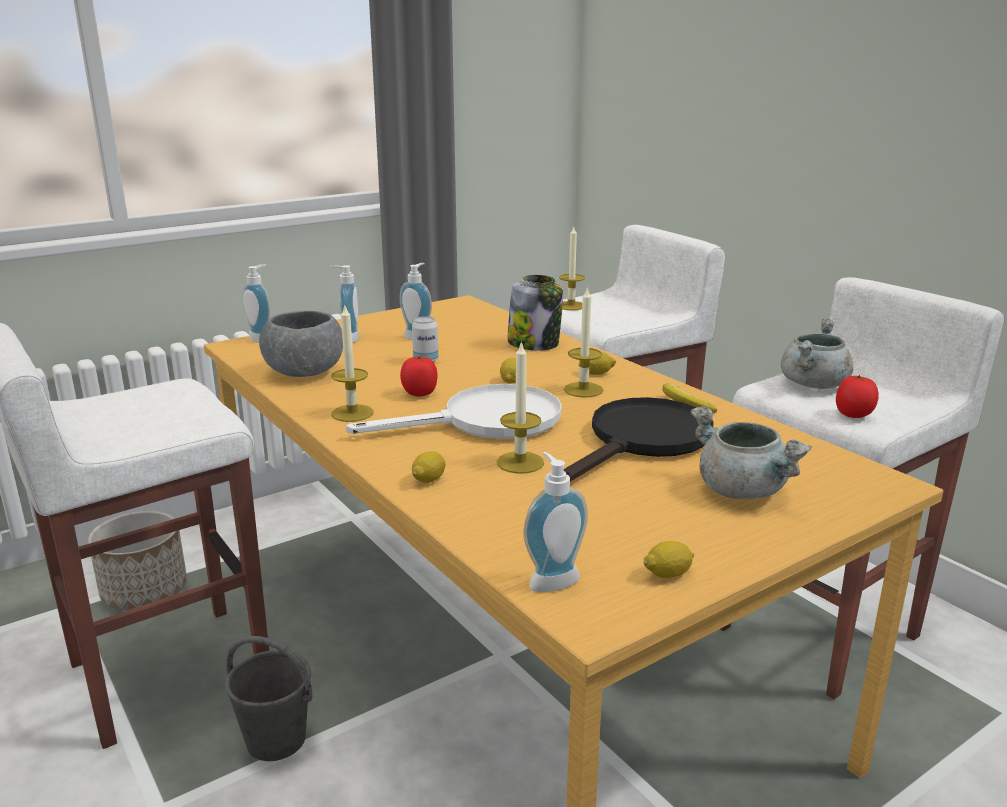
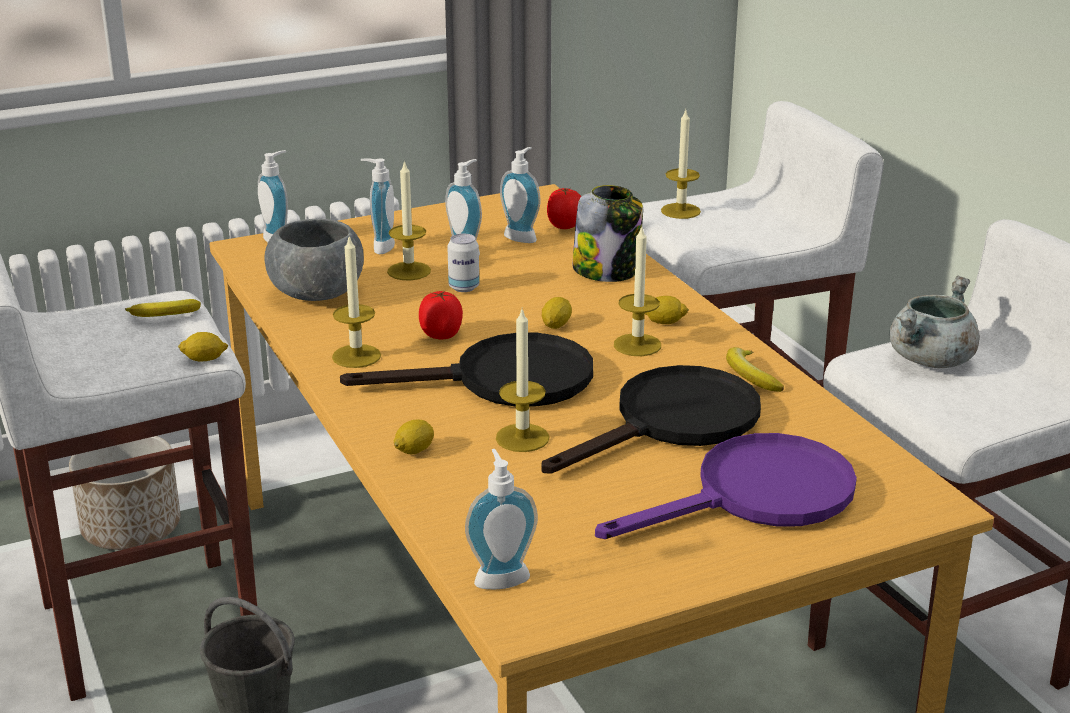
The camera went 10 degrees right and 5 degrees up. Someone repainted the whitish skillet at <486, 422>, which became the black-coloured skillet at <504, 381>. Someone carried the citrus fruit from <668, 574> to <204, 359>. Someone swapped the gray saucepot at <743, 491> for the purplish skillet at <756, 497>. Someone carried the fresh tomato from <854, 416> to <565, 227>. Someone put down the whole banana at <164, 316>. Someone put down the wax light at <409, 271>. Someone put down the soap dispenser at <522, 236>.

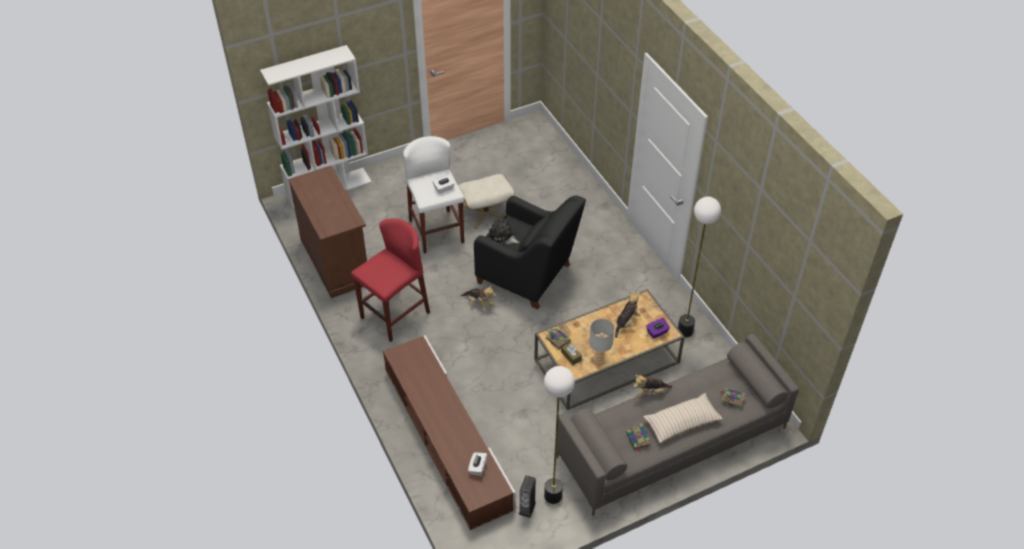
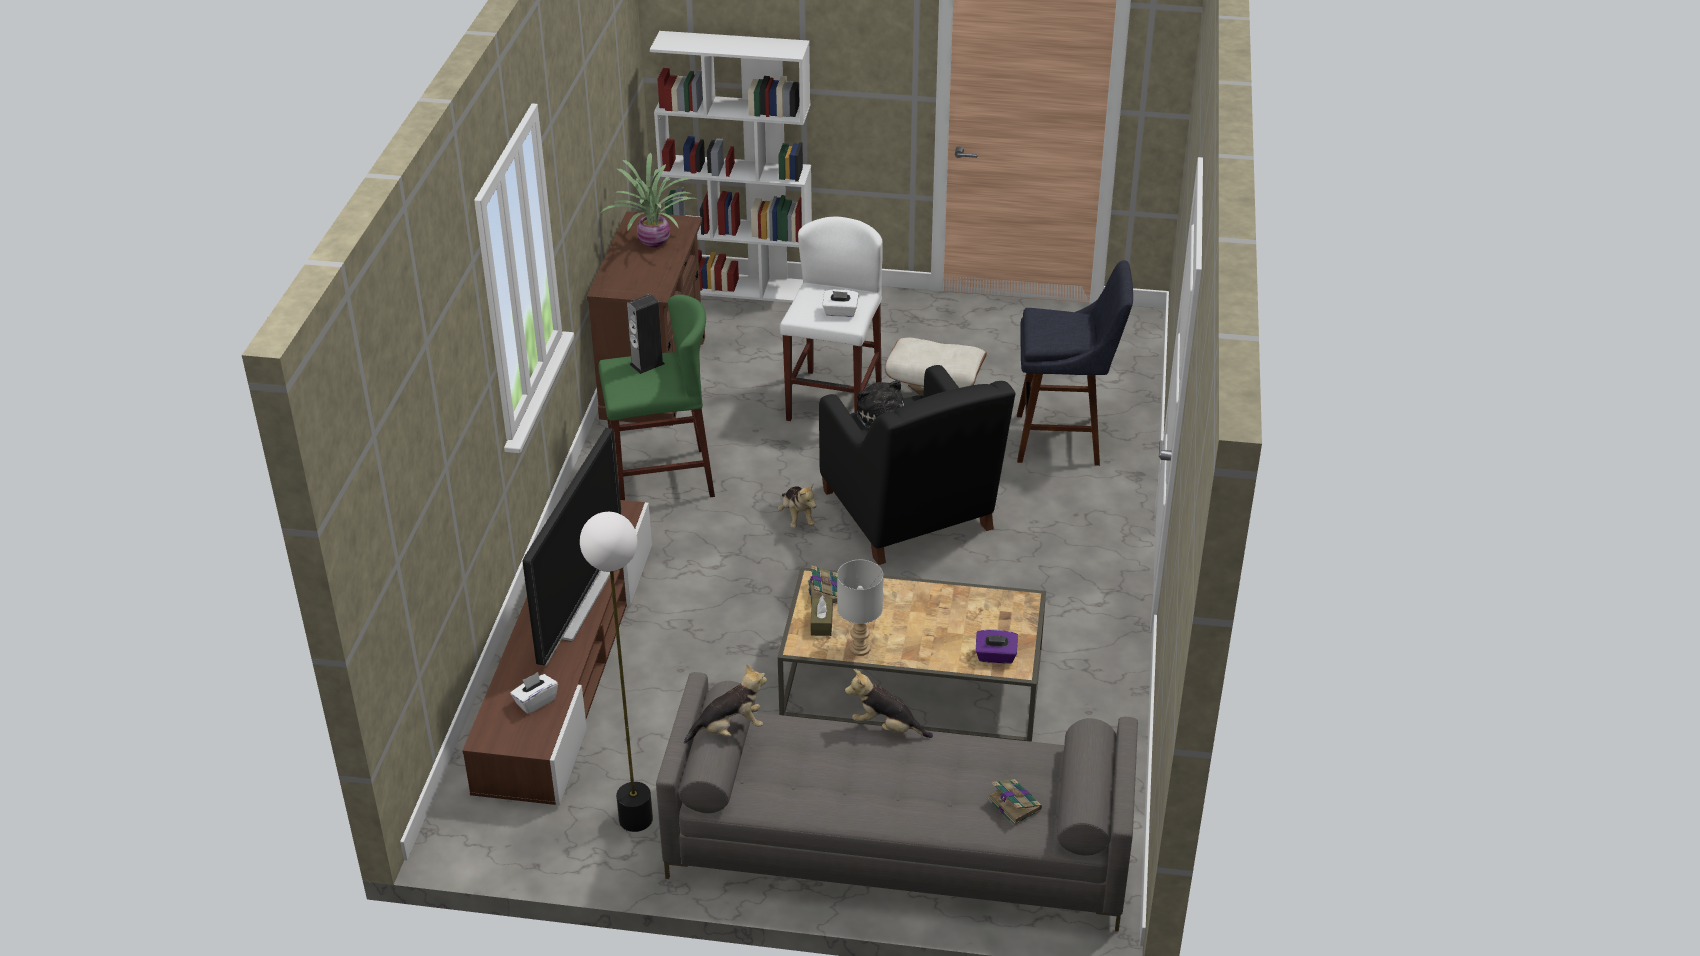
The camera went 35 degrees right and 10 degrees down. Someone repainted the red stool seat at <395, 315>, which became the green-coloured stool seat at <662, 478>. Someone carried the audio speaker from <527, 508> to <647, 364>. Someone carried the soft toy from <626, 323> to <730, 729>. Someone took away the volume at <638, 440>. Someone took away the beige-coloured pillow at <681, 422>. Someone took away the floor lamp at <685, 331>. Someone put down the TV at <576, 603>. Someone put down the plant in a pot at <654, 241>. Someone put down the blue stool seat at <1065, 439>.

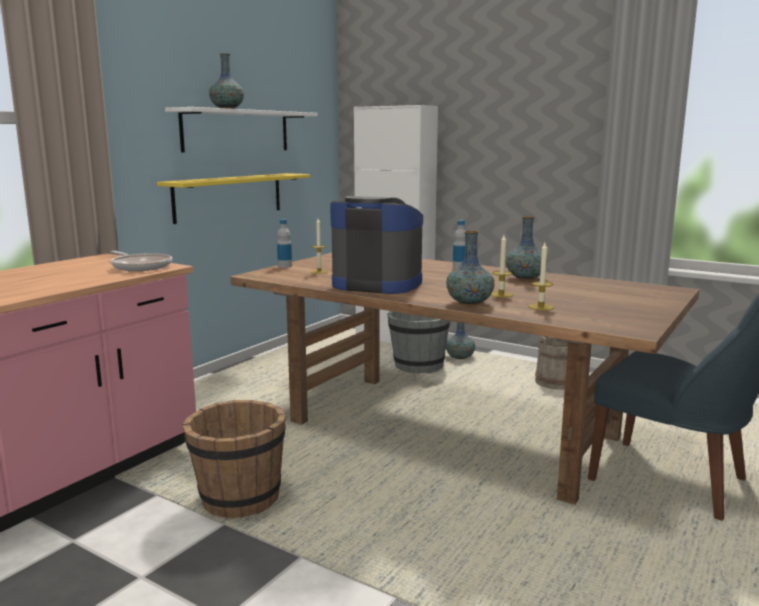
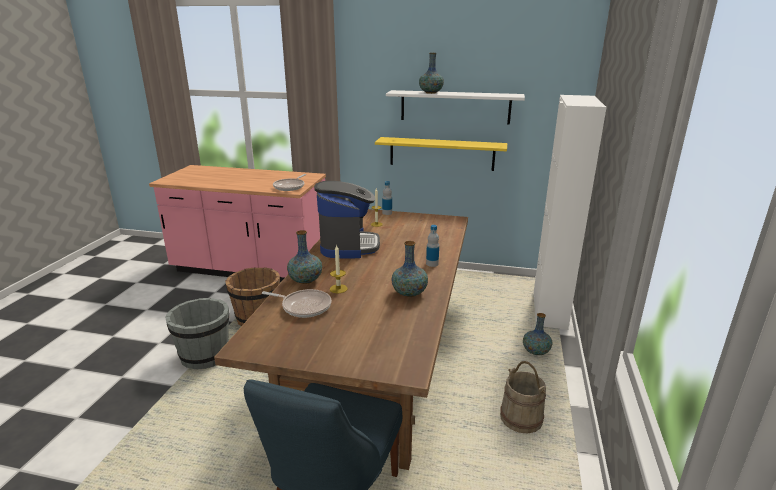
The camera went 70 degrees right and 10 degrees up. Someone carried the gray bucket from <418, 366> to <205, 355>. Someone swapped the wax light at <540, 307> for the skillet at <304, 306>.

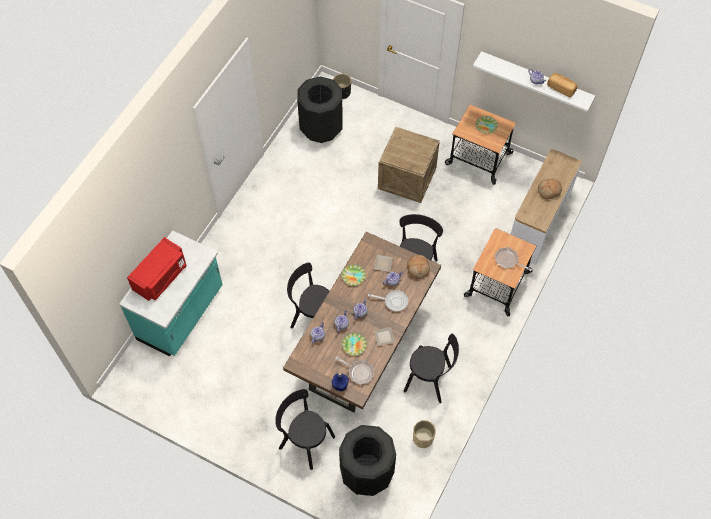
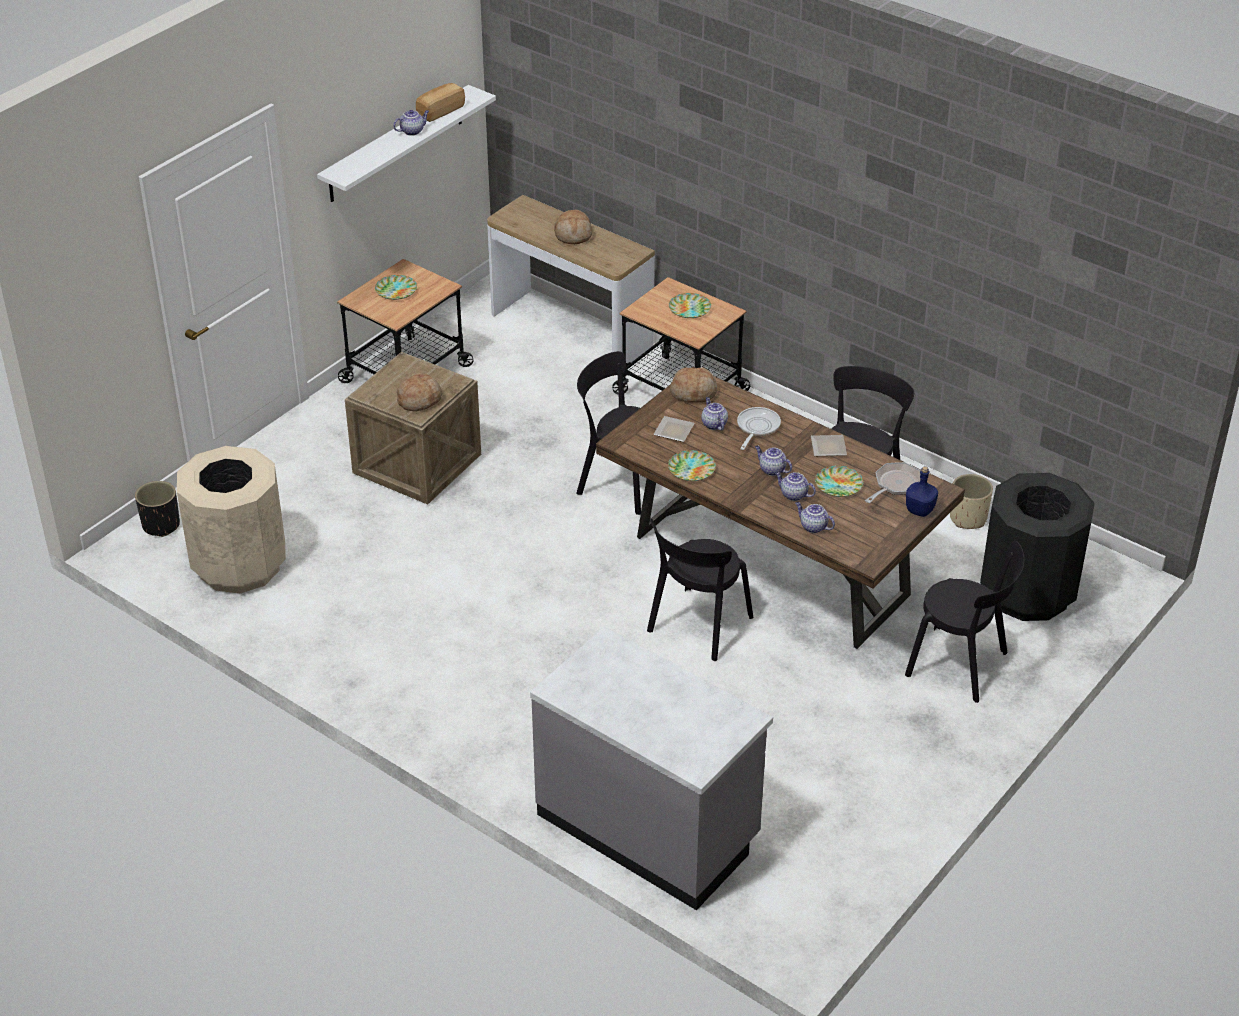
The camera went 80 degrees left and 20 degrees down. Someone repainted the turquoise kitchen base unit at <181, 314>, which became the gray kitchen base unit at <649, 827>. Someone took away the red microwave oven at <161, 277>. Someone rotated the black-coloured chair at <304, 440> by 105 degrees counterclockwise. Someone repainted the black-coloured trash can at <321, 127>, which became the beige-coloured trash can at <239, 565>. Someone swapped the skillet at <508, 260> for the dinner plate at <690, 308>. Someone put down the baked bread at <419, 399>.

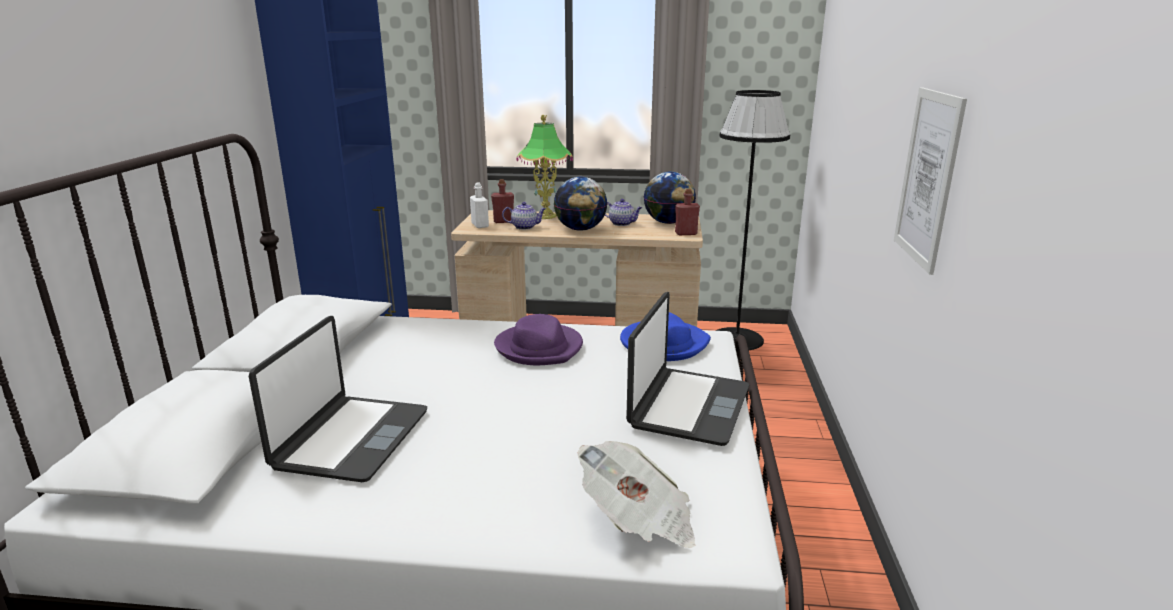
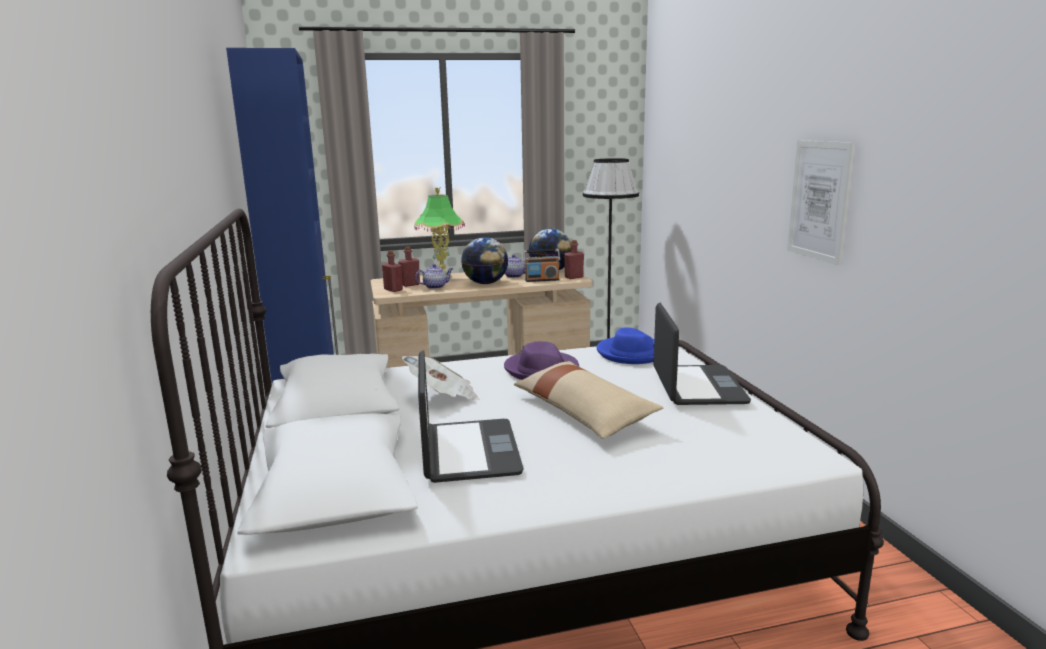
The camera went 20 degrees left and 5 degrees down. Someone repainted the whitish bottle at <480, 225>, which became the red bottle at <393, 290>. Someone carried the newspaper from <638, 520> to <443, 396>. Someone put down the beige-coloured pillow at <583, 412>. Someone put down the radio at <542, 280>.

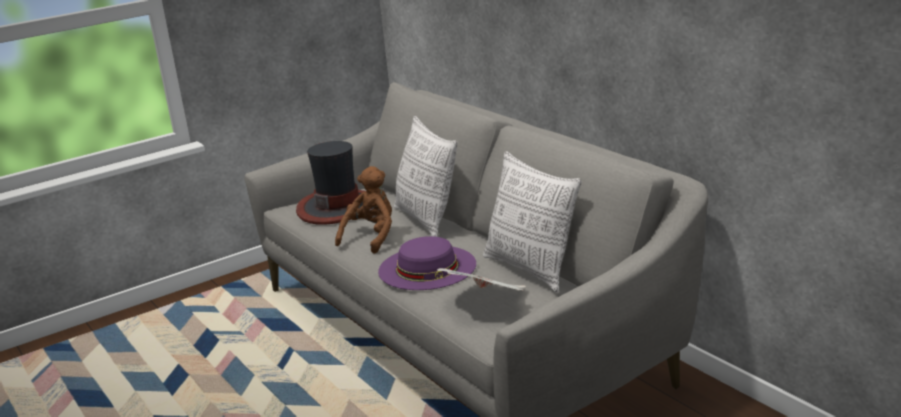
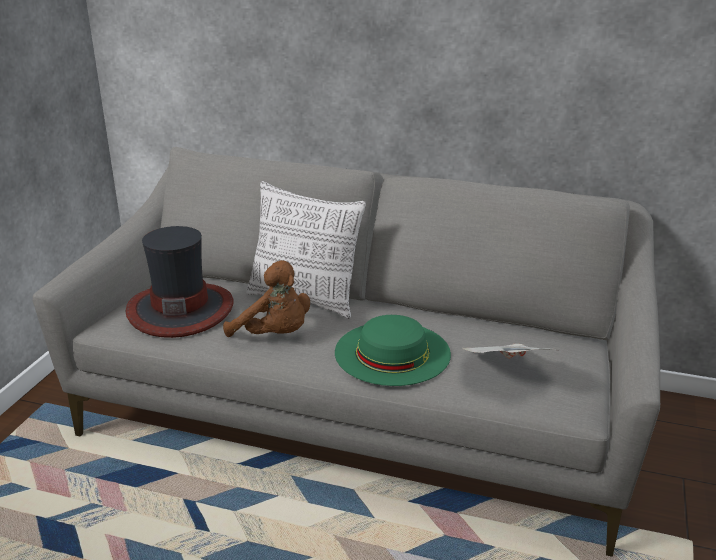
The camera went 40 degrees left and 5 degrees up. Someone rotated the brown-coloured soft toy at <371, 237> by 135 degrees clockwise. Someone repainted the purplish clothing hat at <427, 267>, which became the green-coloured clothing hat at <392, 352>. Someone took away the pillow at <531, 269>.

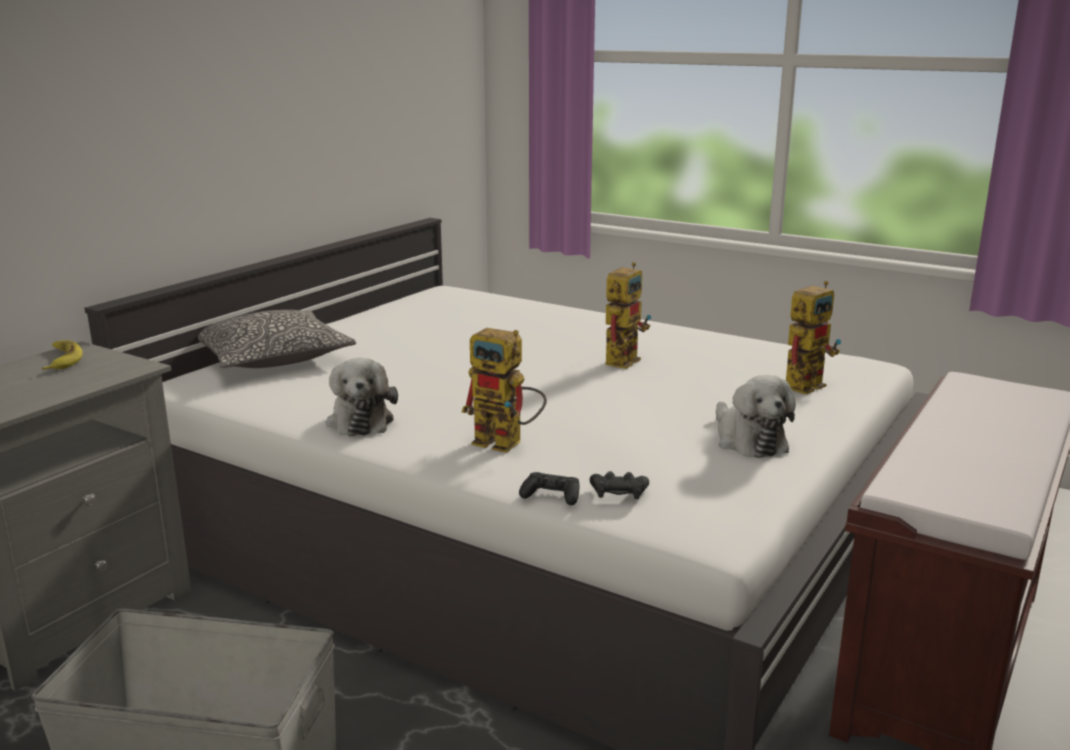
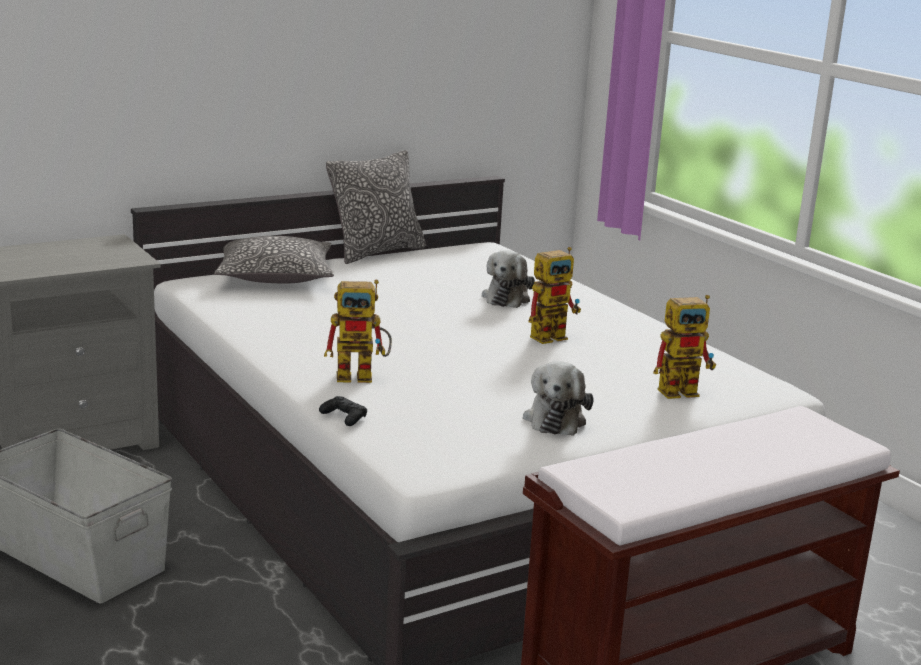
The camera went 25 degrees right and 0 degrees up. Someone took away the whole banana at <62, 360>. Someone carried the soft toy from <360, 420> to <507, 298>. Someone rotated the toy robot at <508, 443> by 60 degrees counterclockwise. Someone took away the black-coloured game controller at <619, 492>. Someone put down the pillow at <376, 252>.

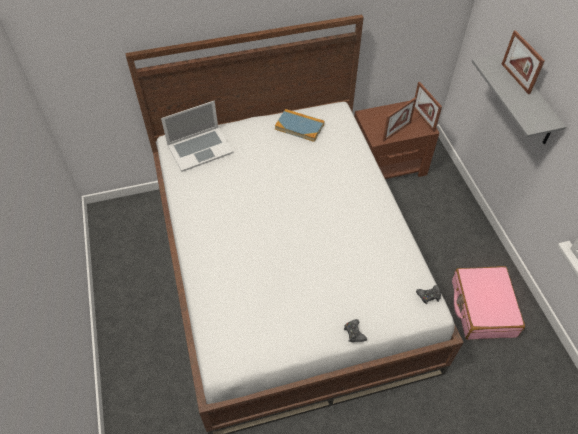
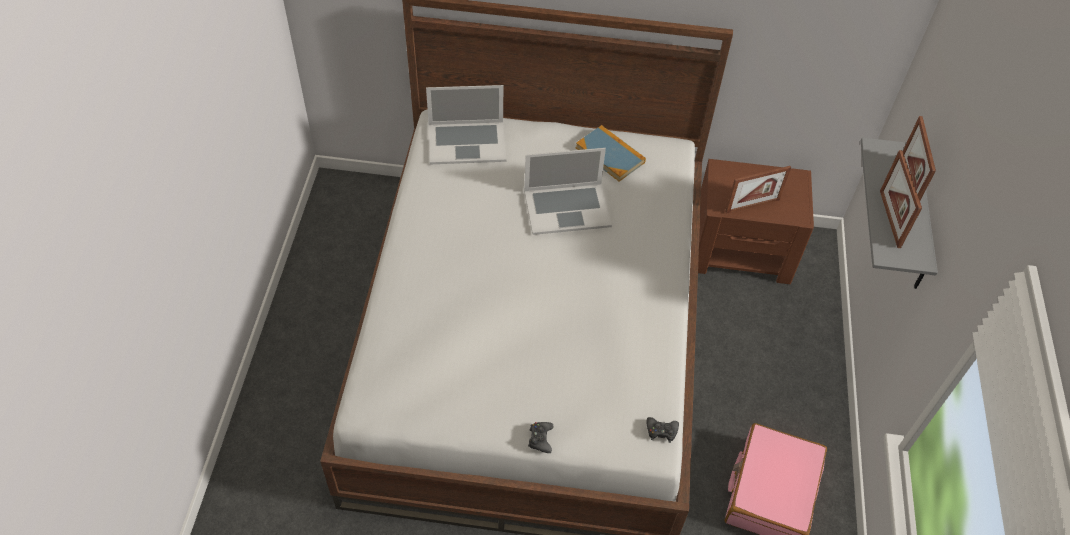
The camera went 20 degrees right and 0 degrees up. Someone carried the picture frame from <423, 119> to <890, 219>. Someone put down the portable computer at <567, 208>.

